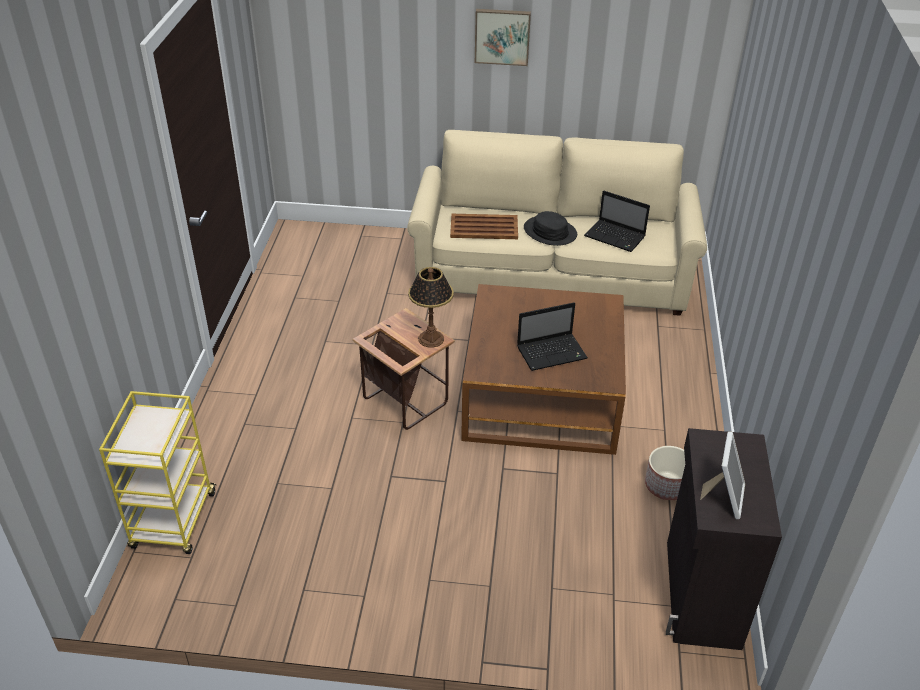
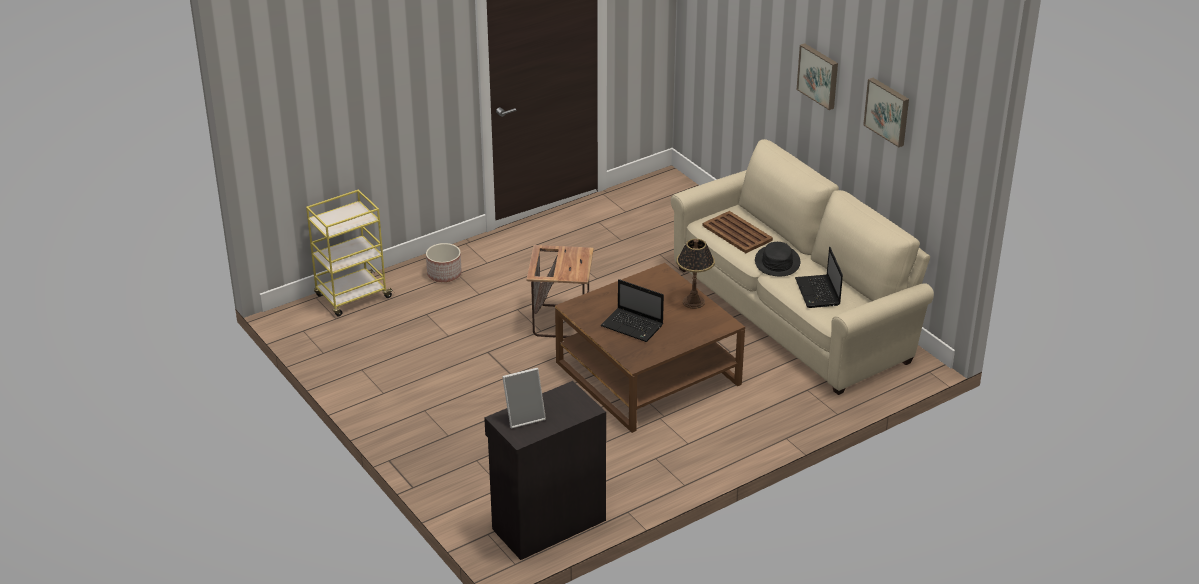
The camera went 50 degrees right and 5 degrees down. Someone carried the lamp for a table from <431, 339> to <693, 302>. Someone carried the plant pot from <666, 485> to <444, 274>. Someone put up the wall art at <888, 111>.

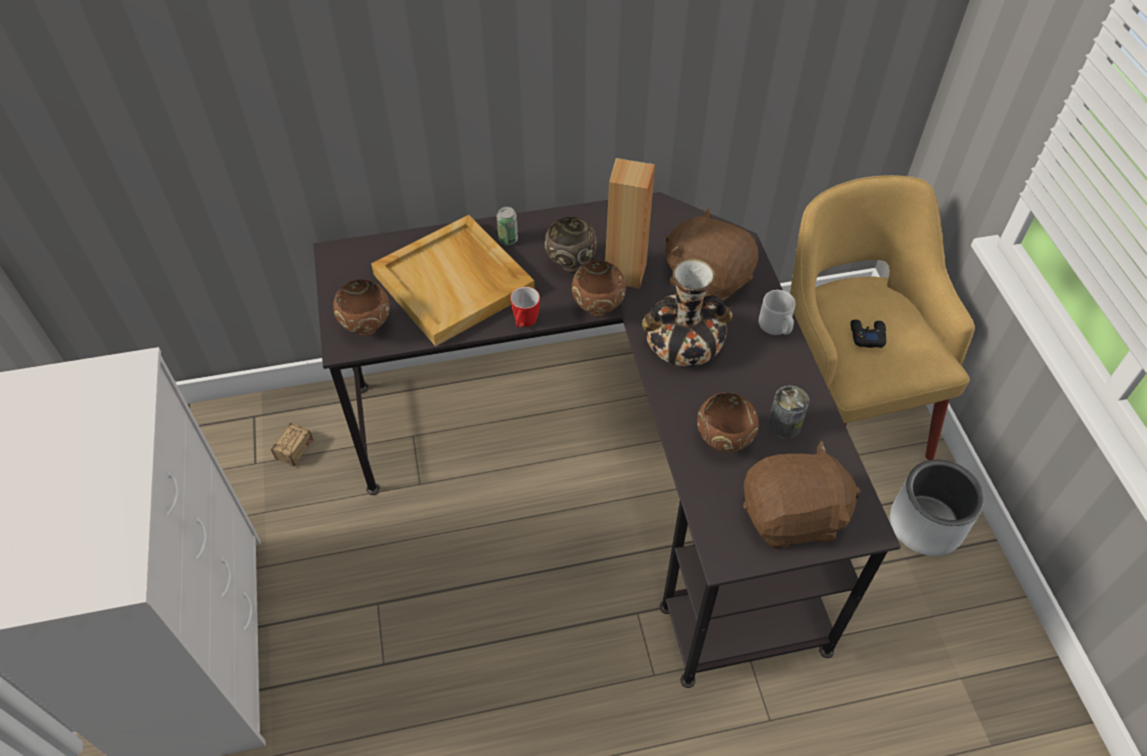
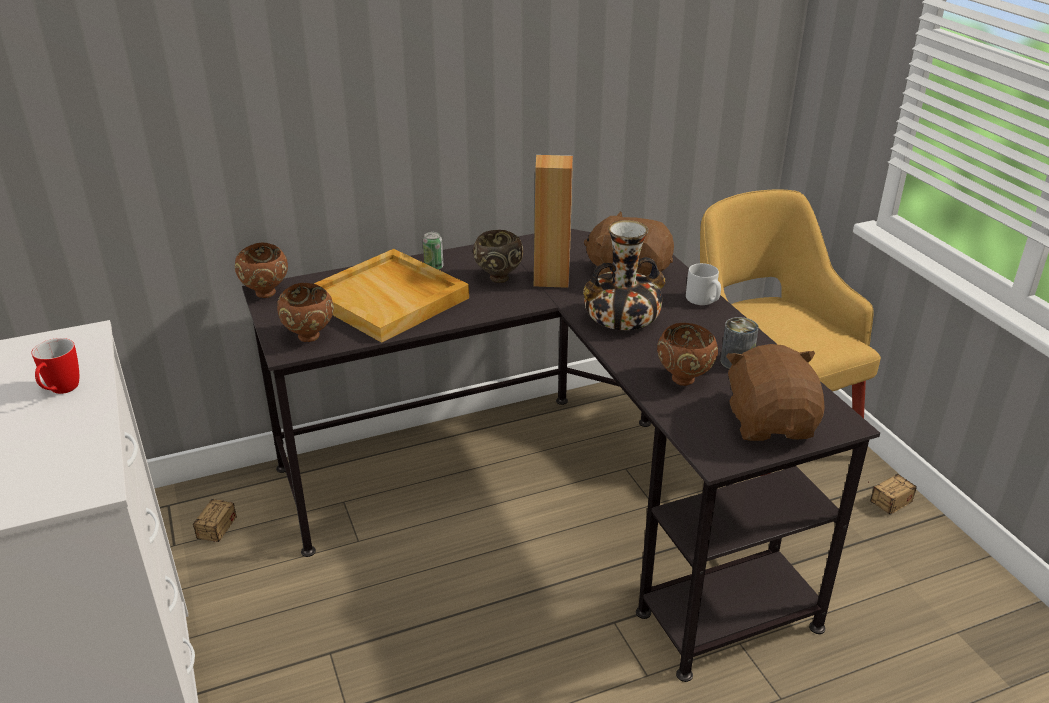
The camera went 10 degrees left and 20 degrees down. Someone carried the tea mug from <524, 324> to <60, 391>. Someone carried the brown-coloured bowl from <598, 310> to <266, 294>. Someone rotated the brown-coloured soft toy at <793, 517> by 75 degrees counterclockwise. Someone took away the black-coloured game controller at <866, 335>. Someone swapped the gray plant pot at <926, 525> for the storage bin at <874, 511>.

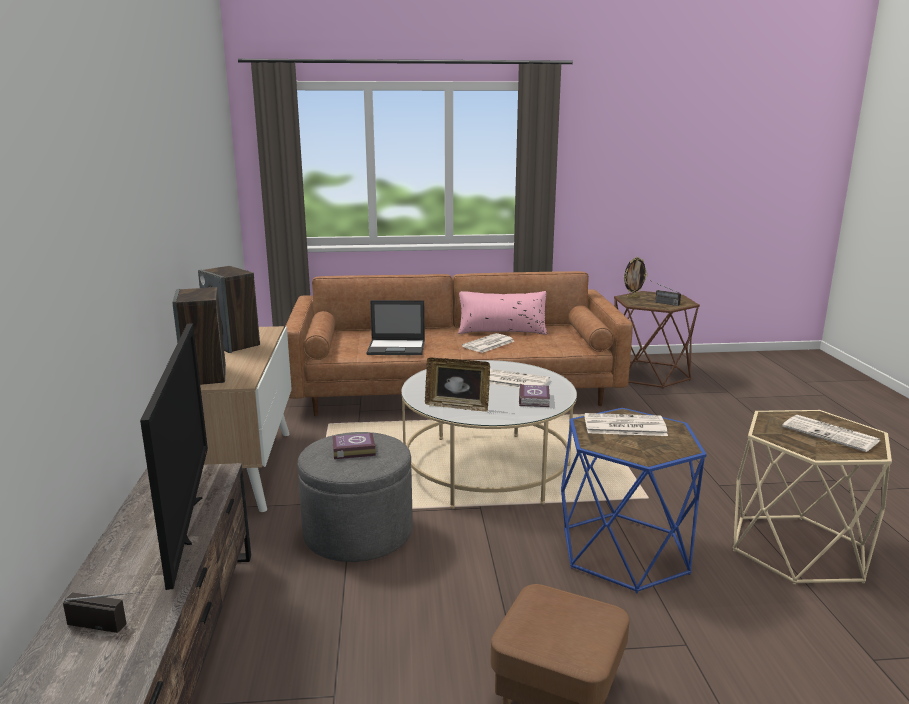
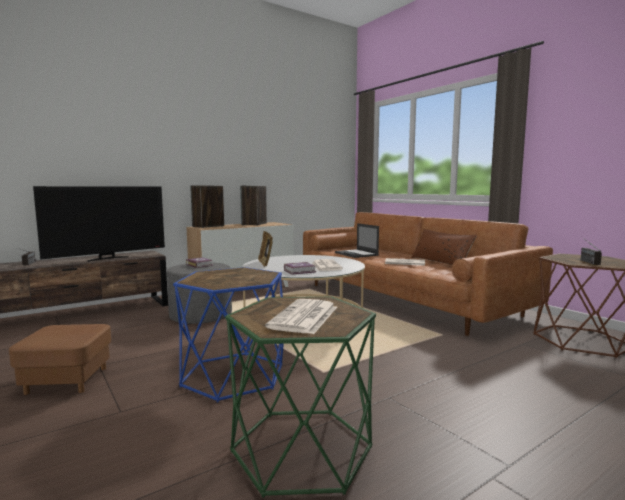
The camera went 60 degrees right and 10 degrees down. Someone repainted the pinkish pillow at <502, 331>, which became the brown-coloured pillow at <440, 262>. Someone took away the newspaper at <623, 426>. Someone took away the picture frame at <633, 297>. Someone repainted the beige-coloured end table at <797, 549>, which became the green-coloured end table at <301, 449>.

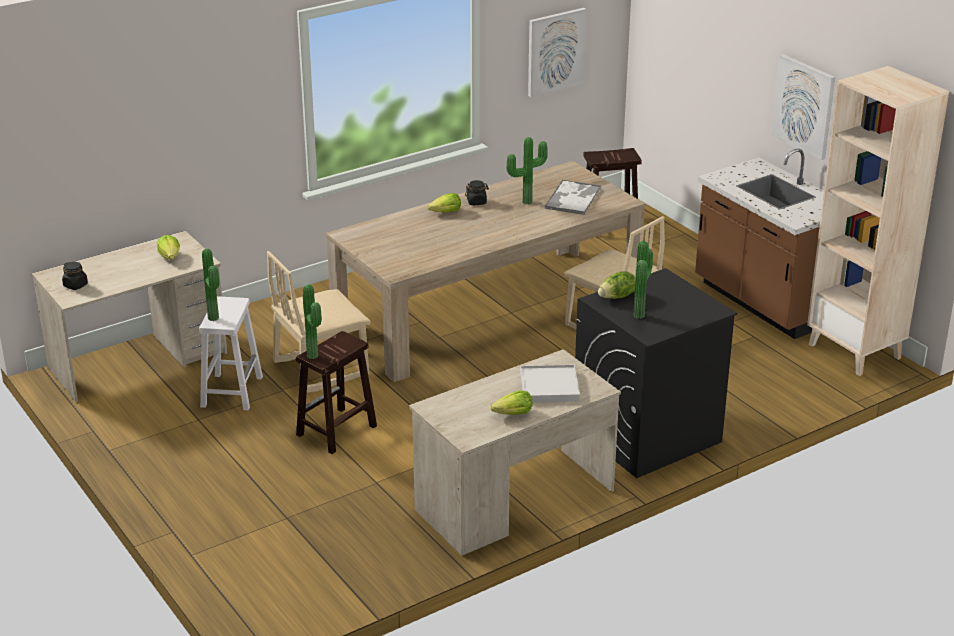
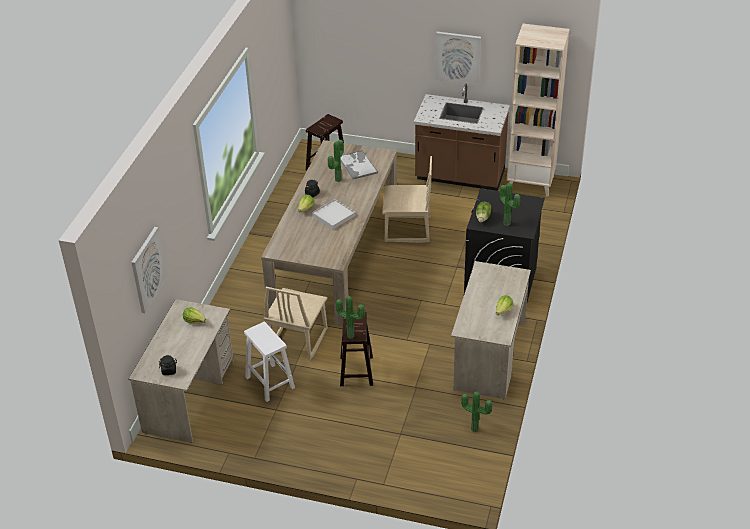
The camera went 40 degrees left and 10 degrees up. Someone carried the plant in a pot from <215, 317> to <475, 428>. Someone carried the whitish carrying tray from <549, 387> to <334, 215>. Someone carried the wall art from <555, 51> to <148, 269>.

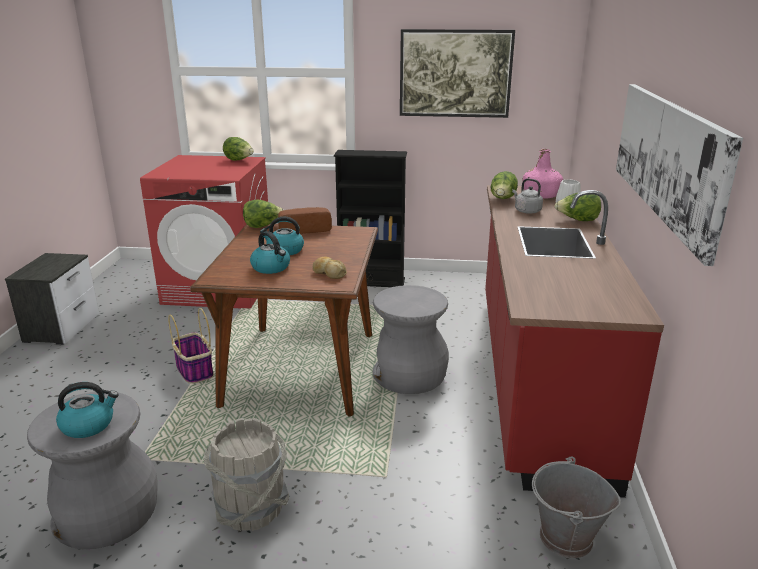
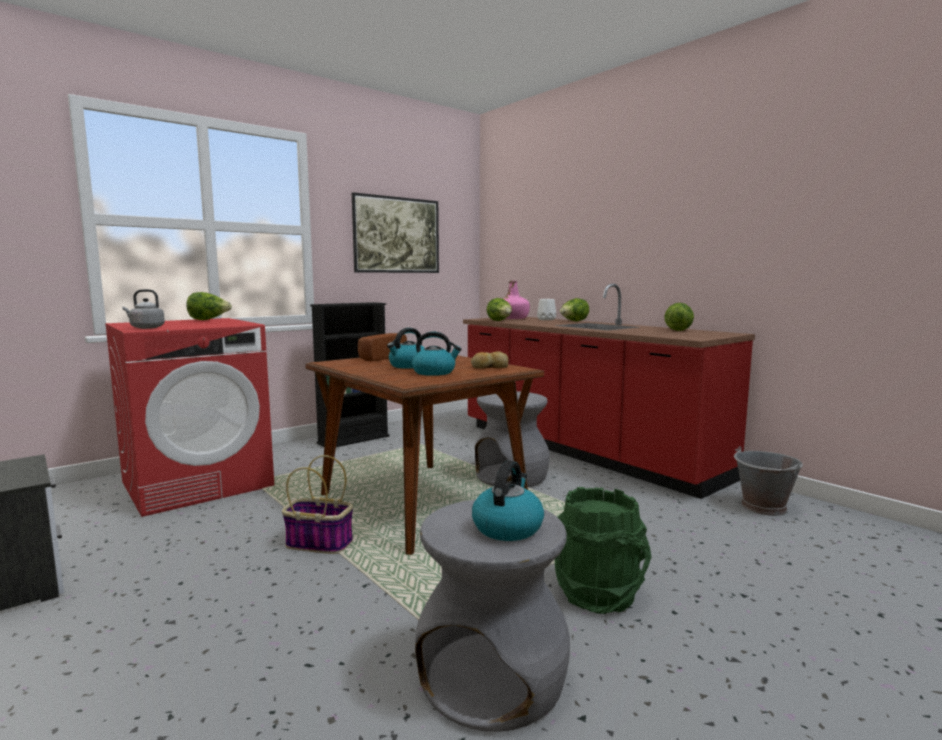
The camera went 45 degrees left and 15 degrees down. Someone repainted the gray bucket at <251, 509>, which became the green-coloured bucket at <598, 594>. Someone carried the lettuce from <263, 226> to <678, 330>. Someone carried the gray kettle from <526, 211> to <145, 328>. Someone took away the wall art at <667, 158>.

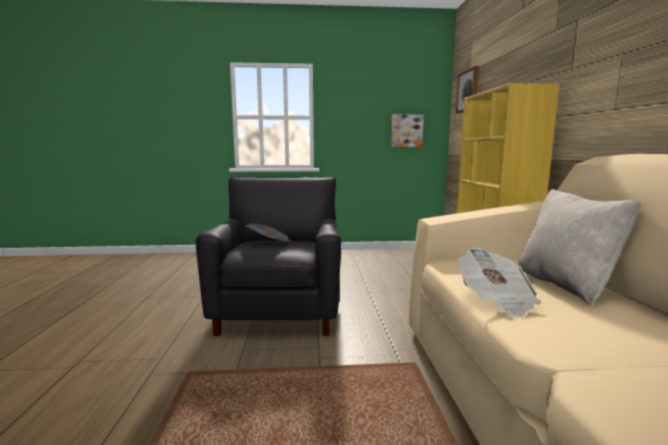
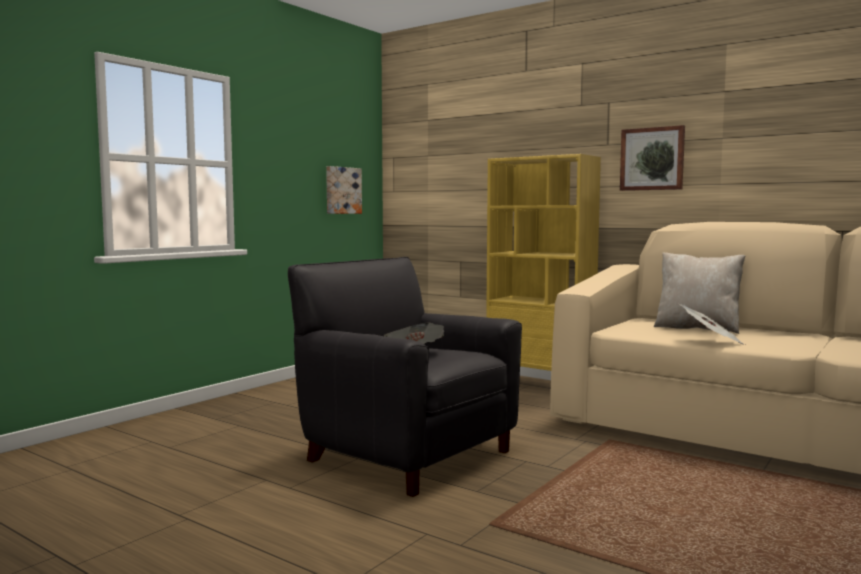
The camera went 50 degrees left and 5 degrees down. Someone carried the wall art from <468, 91> to <652, 159>.

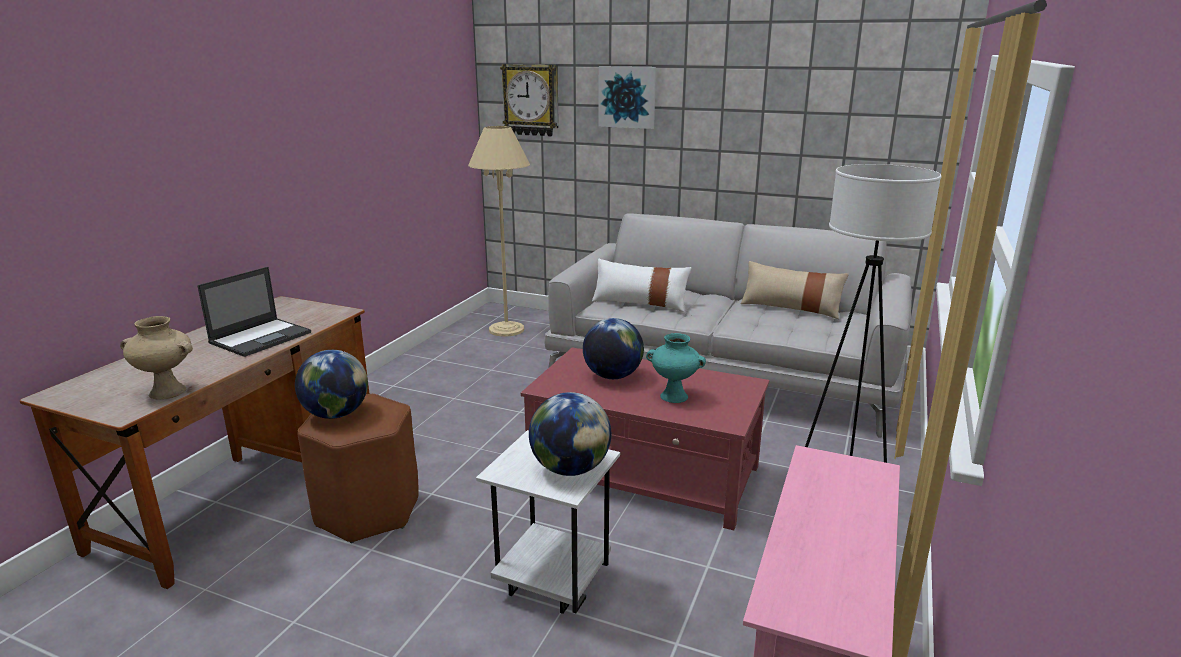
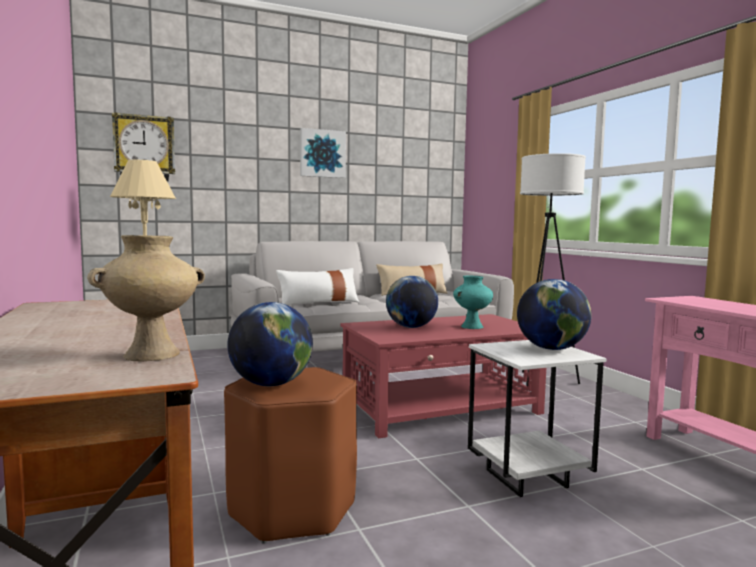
The camera went 45 degrees left and 15 degrees down. Someone took away the portable computer at <261, 337>. Someone carried the wall art from <627, 97> to <322, 153>.

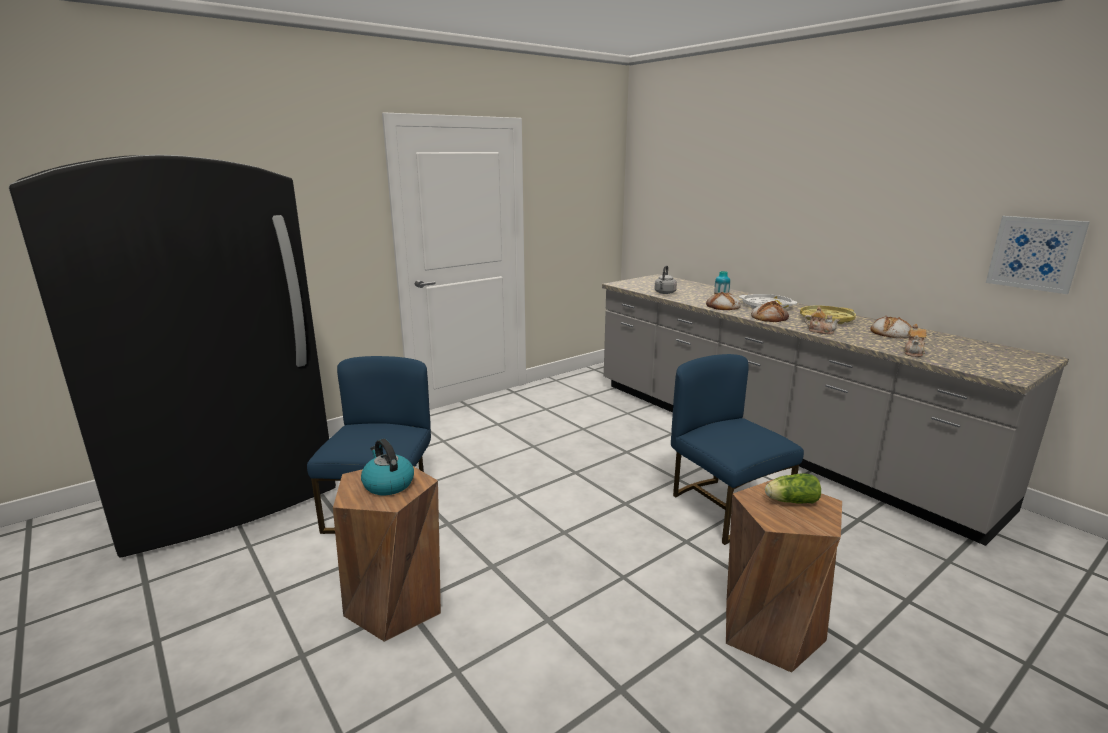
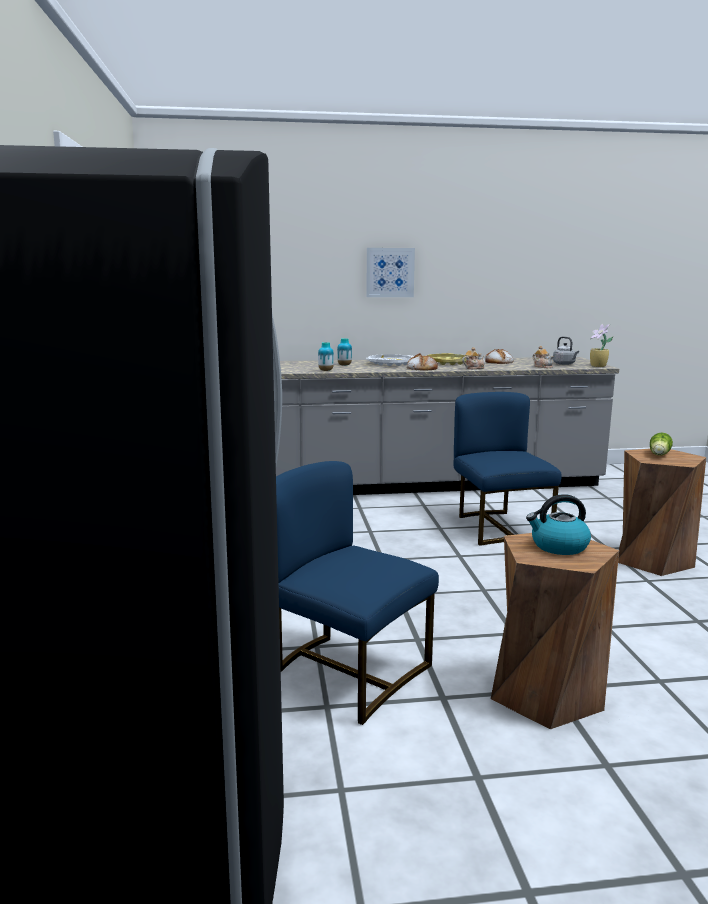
The camera went 60 degrees left and 5 degrees down. Someone carried the gray kettle from <664, 293> to <565, 364>. Someone rotated the blue chair at <724, 507> by 75 degrees clockwise. Someone took away the baked bread at <723, 306>. Someone carried the wall art from <1035, 253> to <390, 272>. Someone put down the vase at <326, 370>. Someone put down the plant in a pot at <598, 366>.

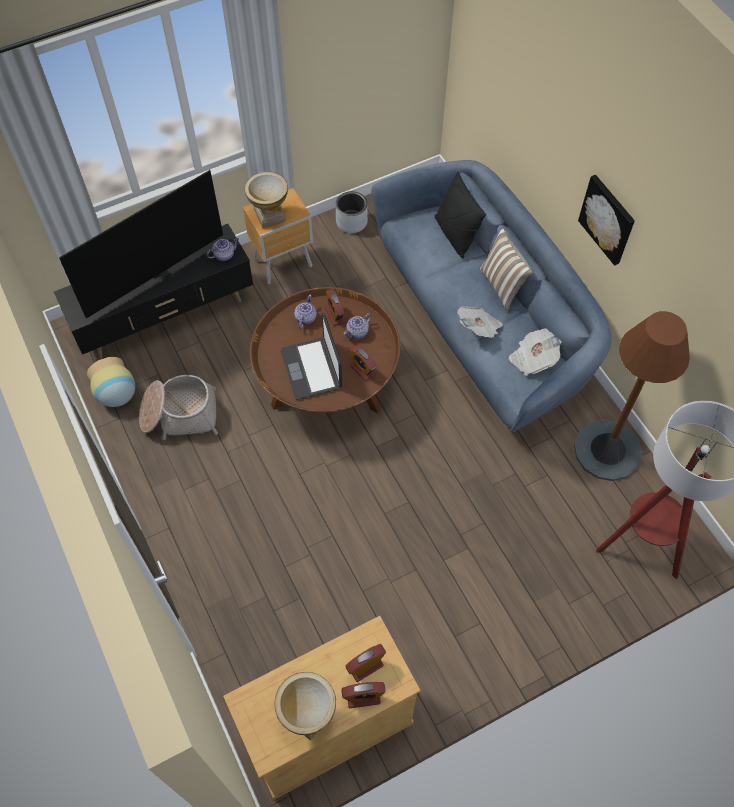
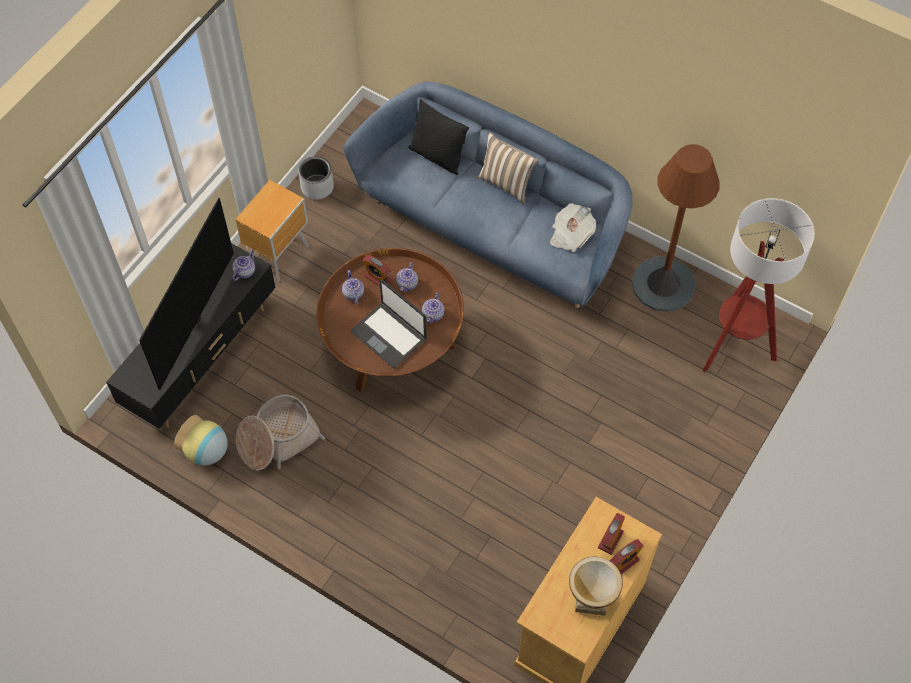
The camera went 30 degrees left and 0 degrees up. Someone took away the vase at <269, 215>. Someone swapped the alarm clock at <362, 369> for the teapot at <433, 314>. Someone took away the newspaper at <479, 328>. Someone took away the wall art at <608, 219>.

